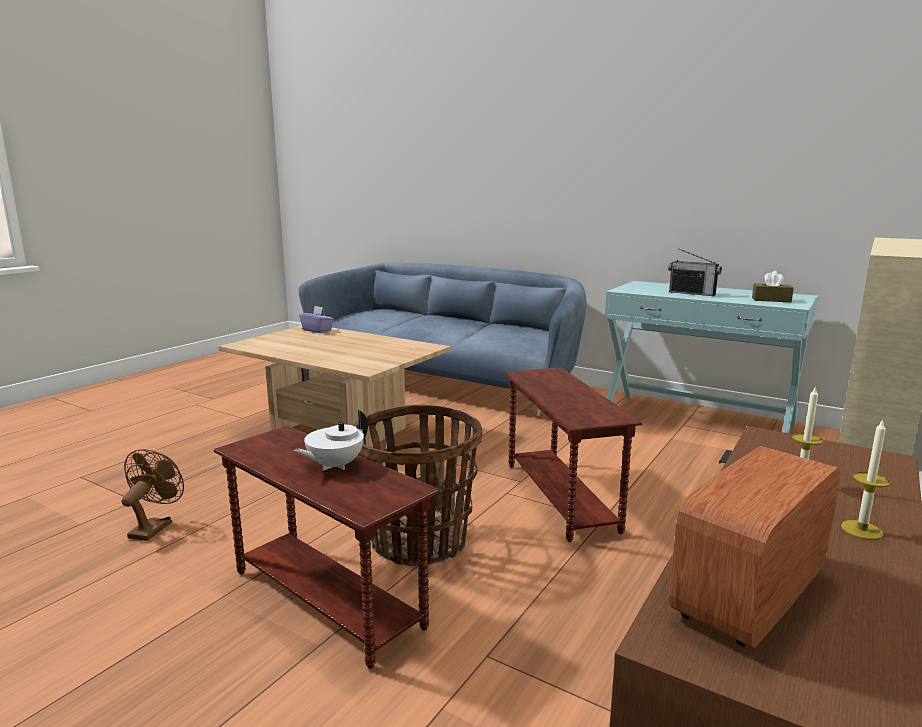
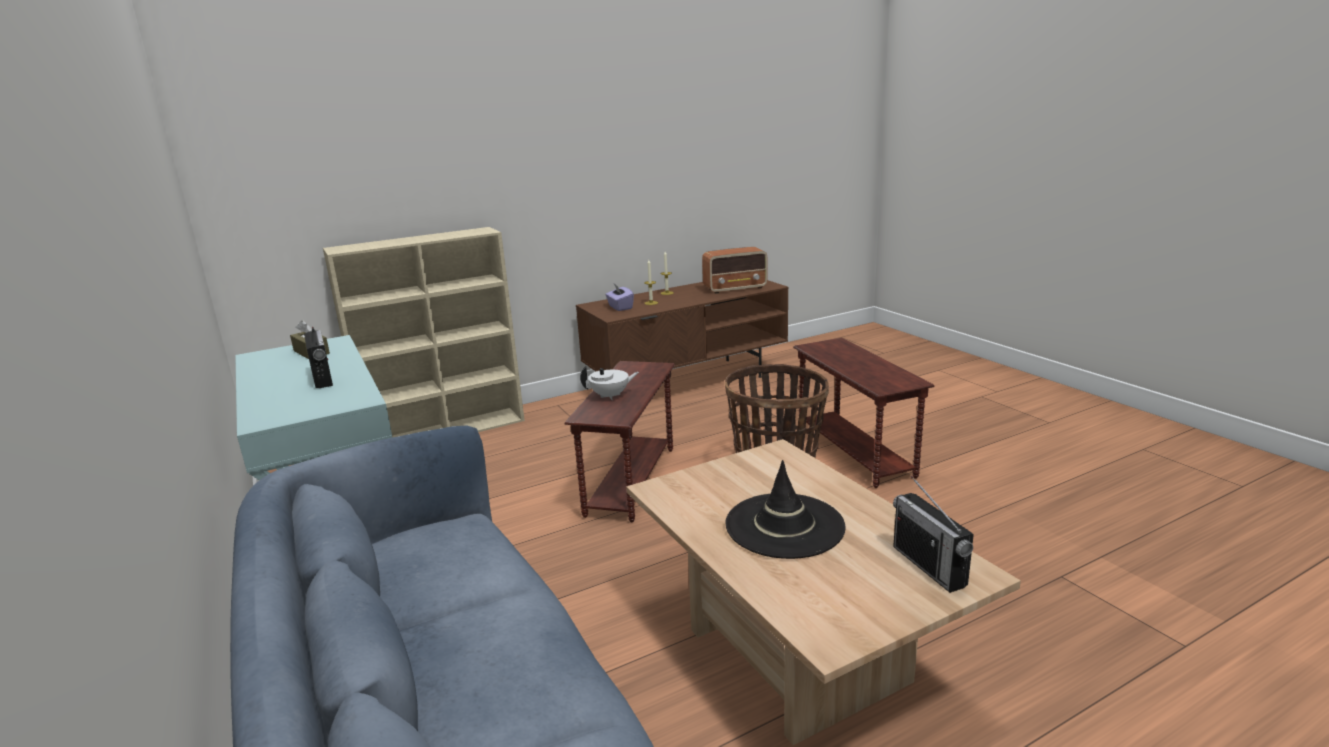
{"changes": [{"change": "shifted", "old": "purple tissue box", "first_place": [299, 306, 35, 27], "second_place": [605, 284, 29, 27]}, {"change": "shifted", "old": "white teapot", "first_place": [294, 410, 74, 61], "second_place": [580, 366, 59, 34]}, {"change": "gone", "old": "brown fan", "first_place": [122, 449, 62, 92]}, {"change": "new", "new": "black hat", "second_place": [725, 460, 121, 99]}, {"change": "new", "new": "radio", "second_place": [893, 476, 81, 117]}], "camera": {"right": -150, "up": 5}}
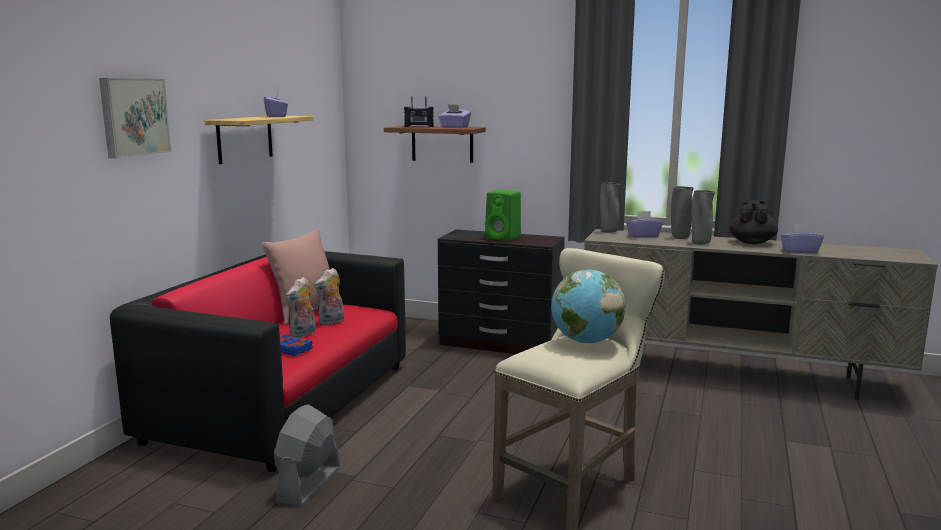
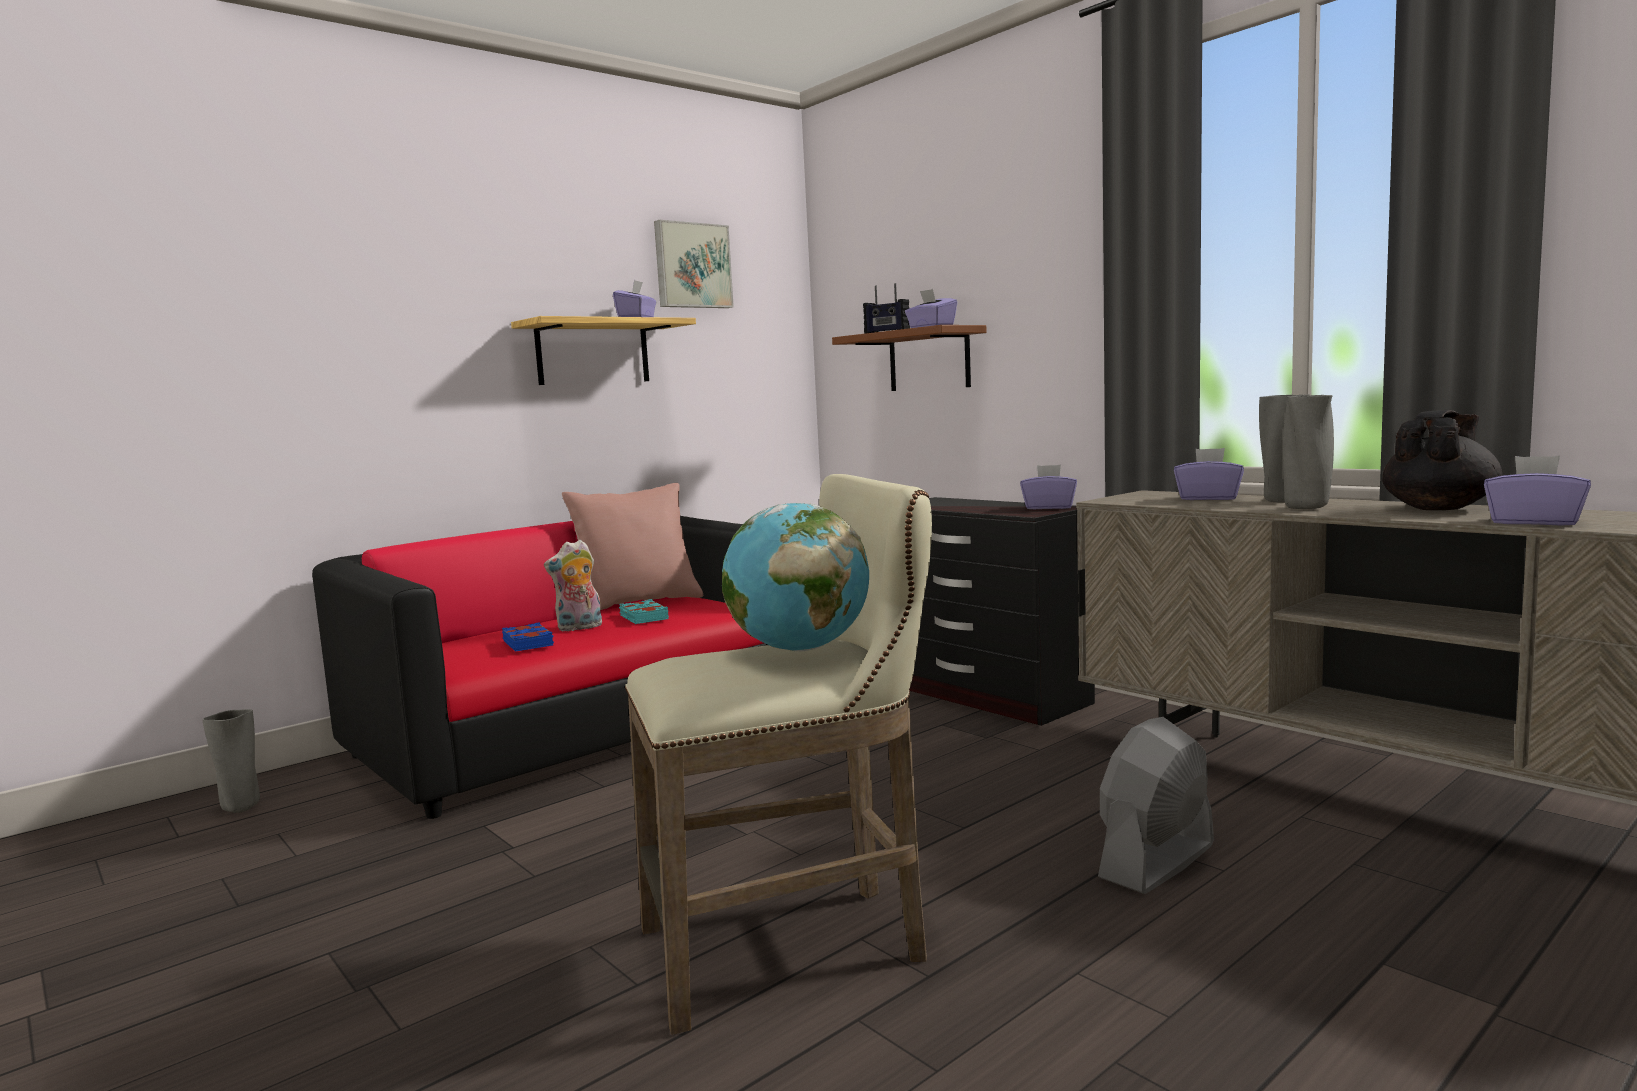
{"changes": [{"change": "shifted", "old": "picture", "first_place": [99, 78, 72, 80], "second_place": [654, 220, 80, 88]}, {"change": "shifted", "old": "grey vase", "first_place": [600, 182, 21, 51], "second_place": [202, 709, 58, 104]}, {"change": "gone", "old": "green speaker", "first_place": [485, 189, 36, 52]}, {"change": "swapped", "old": "plush toy", "new": "turquoise book", "first_place": [314, 268, 30, 58], "second_place": [619, 599, 50, 25]}, {"change": "shifted", "old": "grey fan", "first_place": [274, 404, 66, 103], "second_place": [1098, 717, 116, 177]}, {"change": "new", "new": "purple tissue box", "second_place": [1020, 465, 57, 44]}], "camera": {"right": 30, "up": -5}}
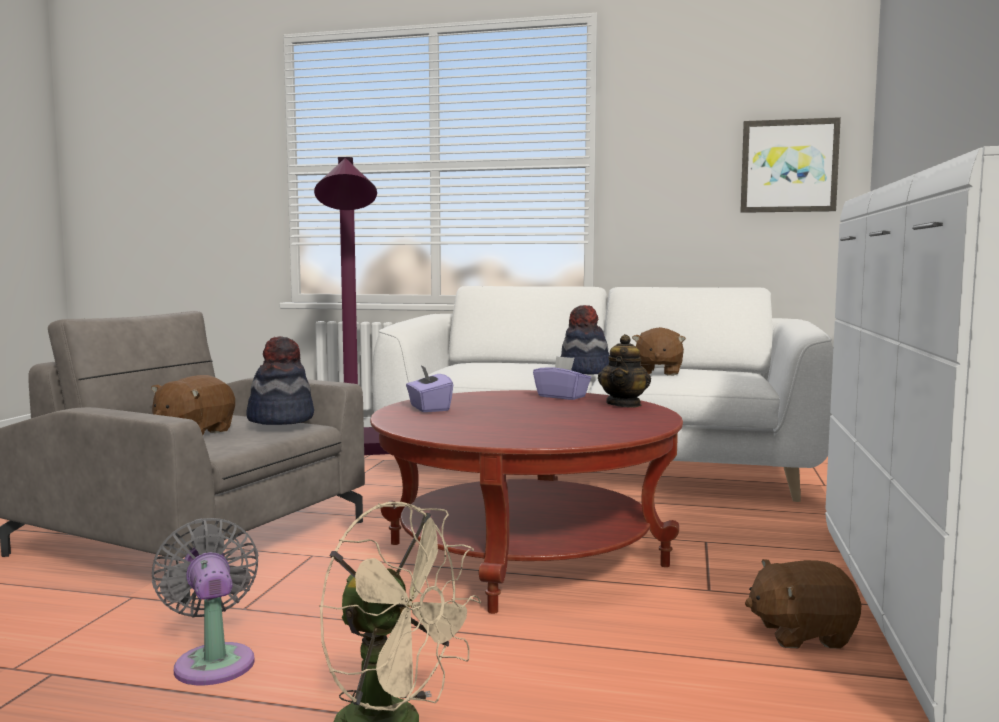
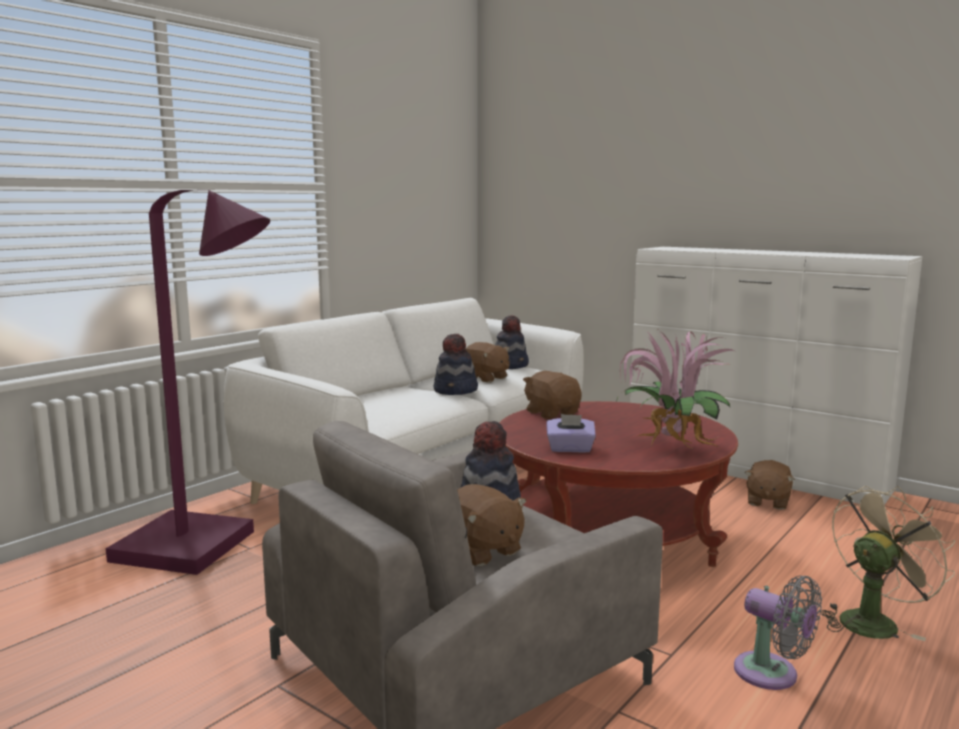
{"changes": [{"change": "gone", "old": "picture", "first_place": [740, 117, 101, 96]}, {"change": "gone", "old": "teapot", "first_place": [598, 334, 53, 73]}, {"change": "swapped", "old": "purple tissue box", "new": "brown plush toy", "first_place": [533, 356, 58, 44], "second_place": [523, 371, 59, 48]}, {"change": "rotated", "old": "grey fan", "first_place": [152, 518, 107, 167], "second_place": [734, 576, 88, 114], "degrees": -135}, {"change": "new", "new": "hat", "second_place": [495, 315, 34, 54]}, {"change": "new", "new": "potted plant", "second_place": [616, 330, 120, 118]}], "camera": {"right": -65, "up": 5}}
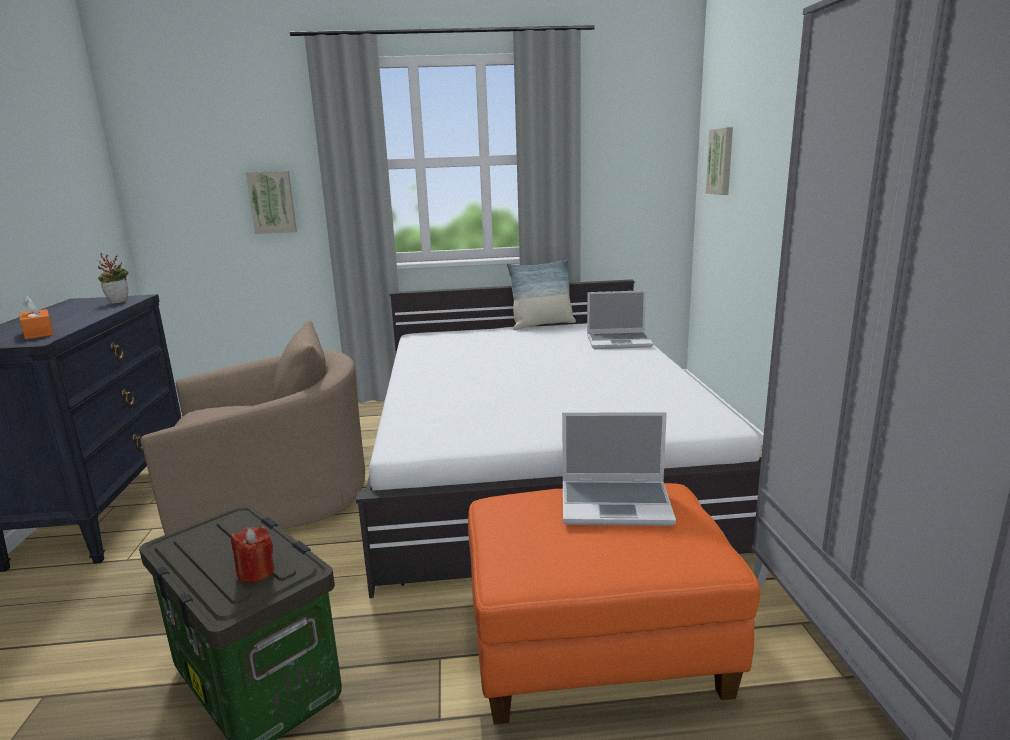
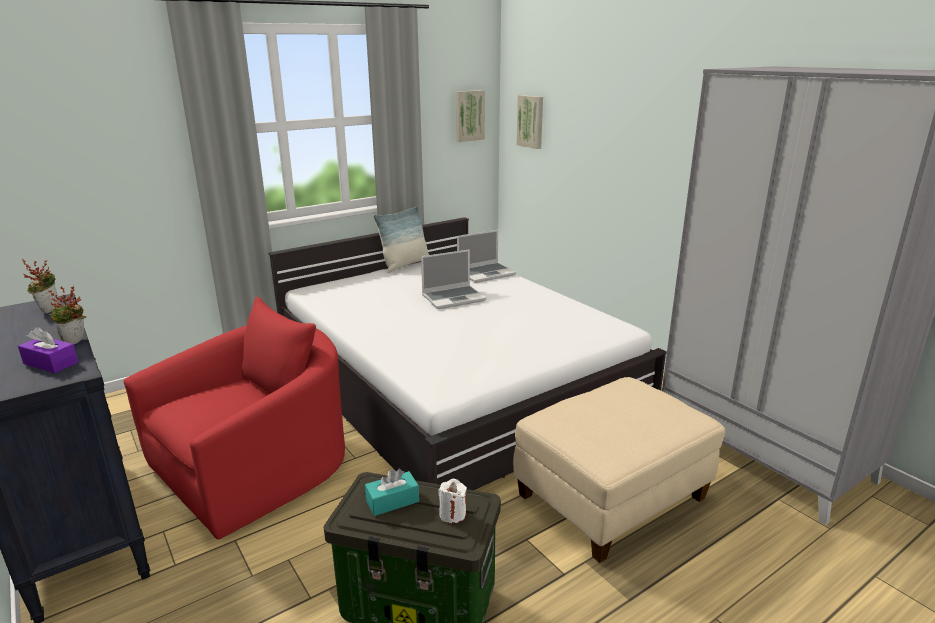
{"changes": [{"change": "shifted", "old": "picture", "first_place": [246, 171, 51, 63], "second_place": [456, 90, 29, 52]}, {"change": "repainted", "old": "orange tissue box", "new": "purple tissue box", "first_place": [19, 296, 35, 43], "second_place": [18, 327, 60, 46]}, {"change": "repainted", "old": "beige armchair", "new": "red armchair", "first_place": [140, 320, 225, 215], "second_place": [123, 297, 222, 242]}, {"change": "shifted", "old": "laptop", "first_place": [562, 412, 114, 114], "second_place": [421, 249, 65, 60]}, {"change": "repainted", "old": "orange ottoman", "new": "beige ottoman", "first_place": [468, 483, 292, 242], "second_place": [513, 377, 212, 186]}, {"change": "repainted", "old": "red candle", "new": "white candle", "first_place": [231, 526, 43, 57], "second_place": [438, 479, 29, 44]}, {"change": "new", "new": "potted plant", "second_place": [48, 286, 38, 58]}, {"change": "new", "new": "turquoise tissue box", "second_place": [365, 469, 54, 47]}], "camera": {"right": -30, "up": 5}}
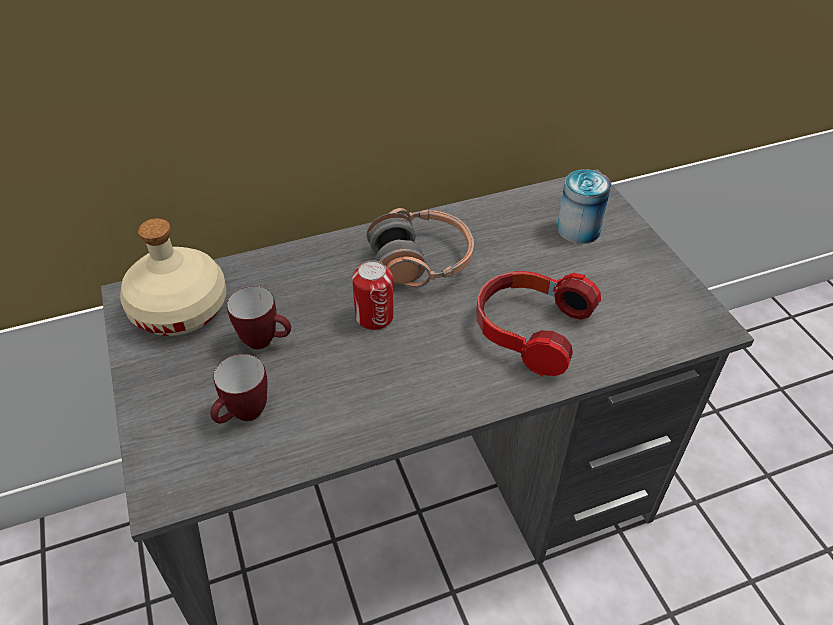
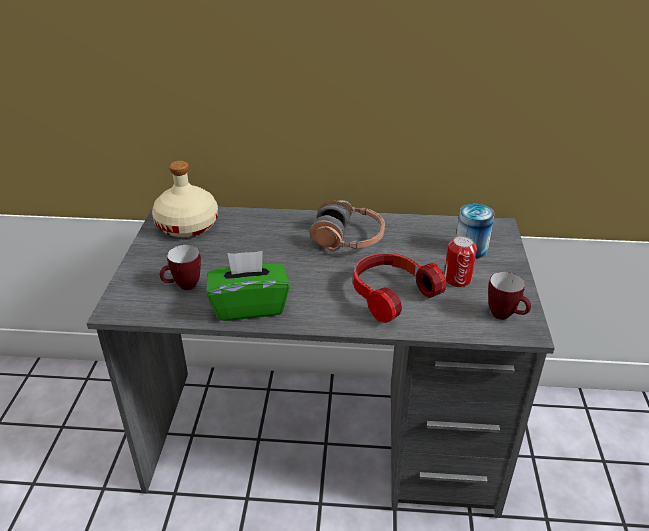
{"changes": [{"change": "shifted", "old": "can", "first_place": [352, 260, 42, 70], "second_place": [444, 236, 33, 51]}, {"change": "shifted", "old": "mug", "first_place": [227, 286, 64, 64], "second_place": [488, 272, 43, 48]}, {"change": "new", "new": "green tissue box", "second_place": [206, 251, 84, 70]}], "camera": {"right": 25, "up": -10}}
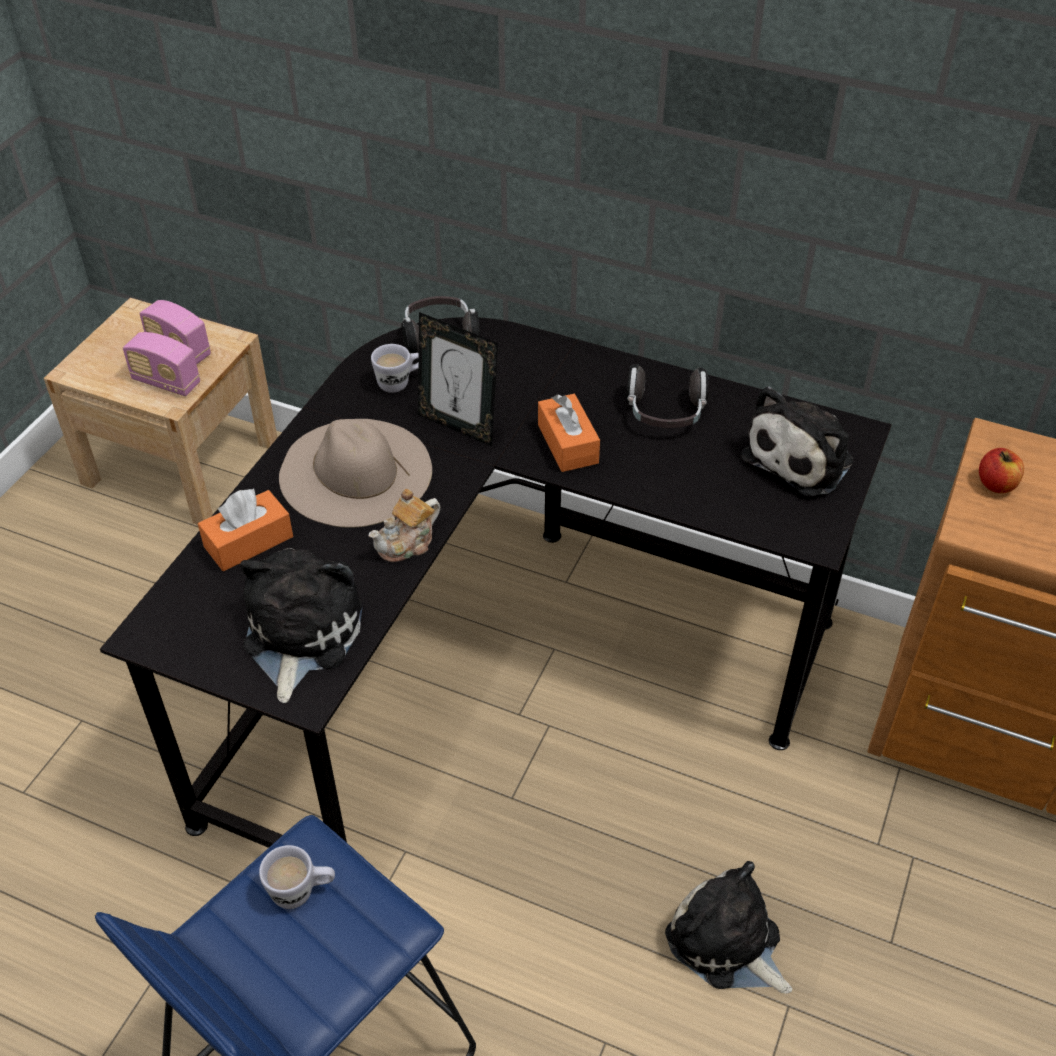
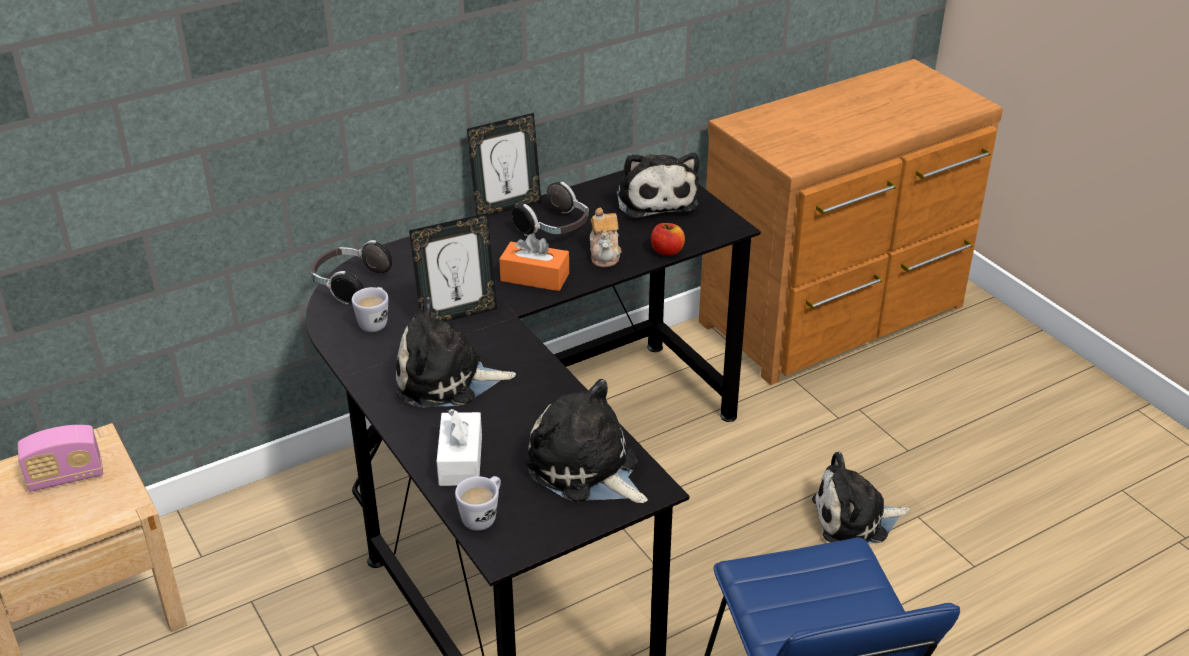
{"changes": [{"change": "gone", "old": "radio", "first_place": [123, 332, 77, 64]}, {"change": "swapped", "old": "beige hat", "new": "plush toy", "first_place": [279, 419, 153, 108], "second_place": [396, 297, 120, 110]}, {"change": "shifted", "old": "apple", "first_place": [979, 448, 45, 45], "second_place": [651, 223, 34, 33]}, {"change": "repainted", "old": "orange tissue box", "new": "white tissue box", "first_place": [198, 488, 95, 83], "second_place": [437, 409, 45, 77]}, {"change": "shifted", "old": "teapot", "first_place": [369, 489, 71, 73], "second_place": [590, 207, 32, 60]}, {"change": "shifted", "old": "white mug", "first_place": [259, 845, 76, 64], "second_place": [455, 476, 46, 55]}, {"change": "new", "new": "picture frame", "second_place": [467, 113, 74, 103]}], "camera": {"right": -55, "up": -10}}
